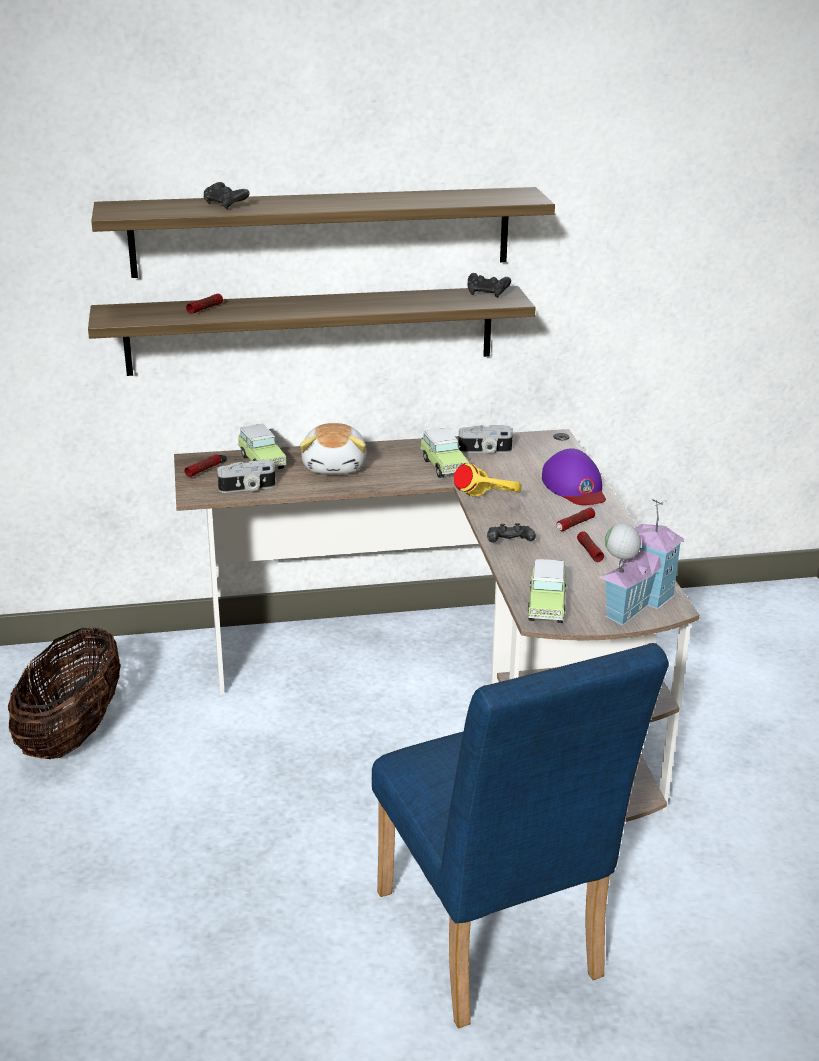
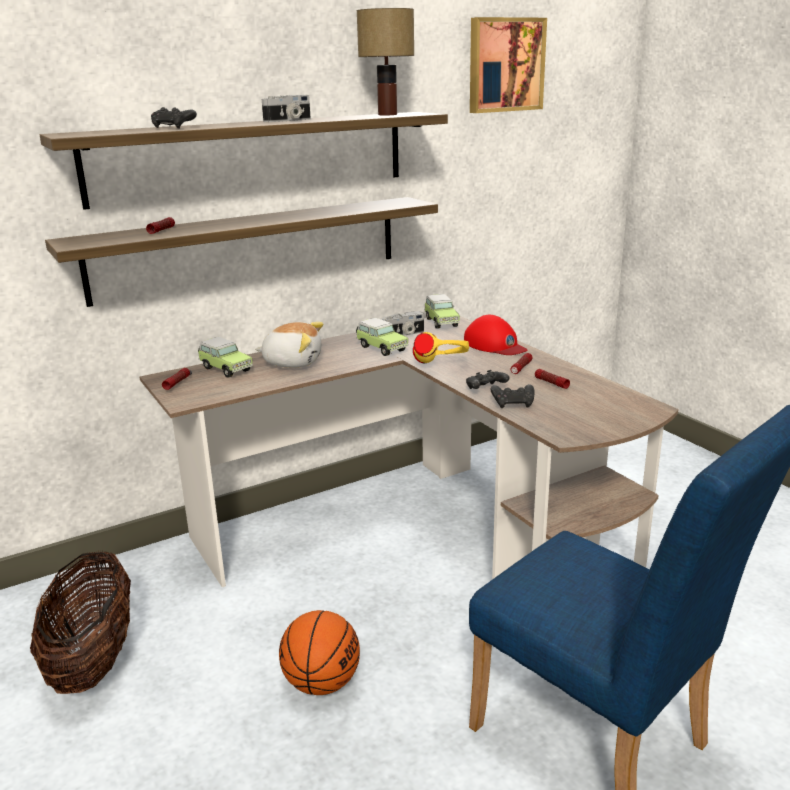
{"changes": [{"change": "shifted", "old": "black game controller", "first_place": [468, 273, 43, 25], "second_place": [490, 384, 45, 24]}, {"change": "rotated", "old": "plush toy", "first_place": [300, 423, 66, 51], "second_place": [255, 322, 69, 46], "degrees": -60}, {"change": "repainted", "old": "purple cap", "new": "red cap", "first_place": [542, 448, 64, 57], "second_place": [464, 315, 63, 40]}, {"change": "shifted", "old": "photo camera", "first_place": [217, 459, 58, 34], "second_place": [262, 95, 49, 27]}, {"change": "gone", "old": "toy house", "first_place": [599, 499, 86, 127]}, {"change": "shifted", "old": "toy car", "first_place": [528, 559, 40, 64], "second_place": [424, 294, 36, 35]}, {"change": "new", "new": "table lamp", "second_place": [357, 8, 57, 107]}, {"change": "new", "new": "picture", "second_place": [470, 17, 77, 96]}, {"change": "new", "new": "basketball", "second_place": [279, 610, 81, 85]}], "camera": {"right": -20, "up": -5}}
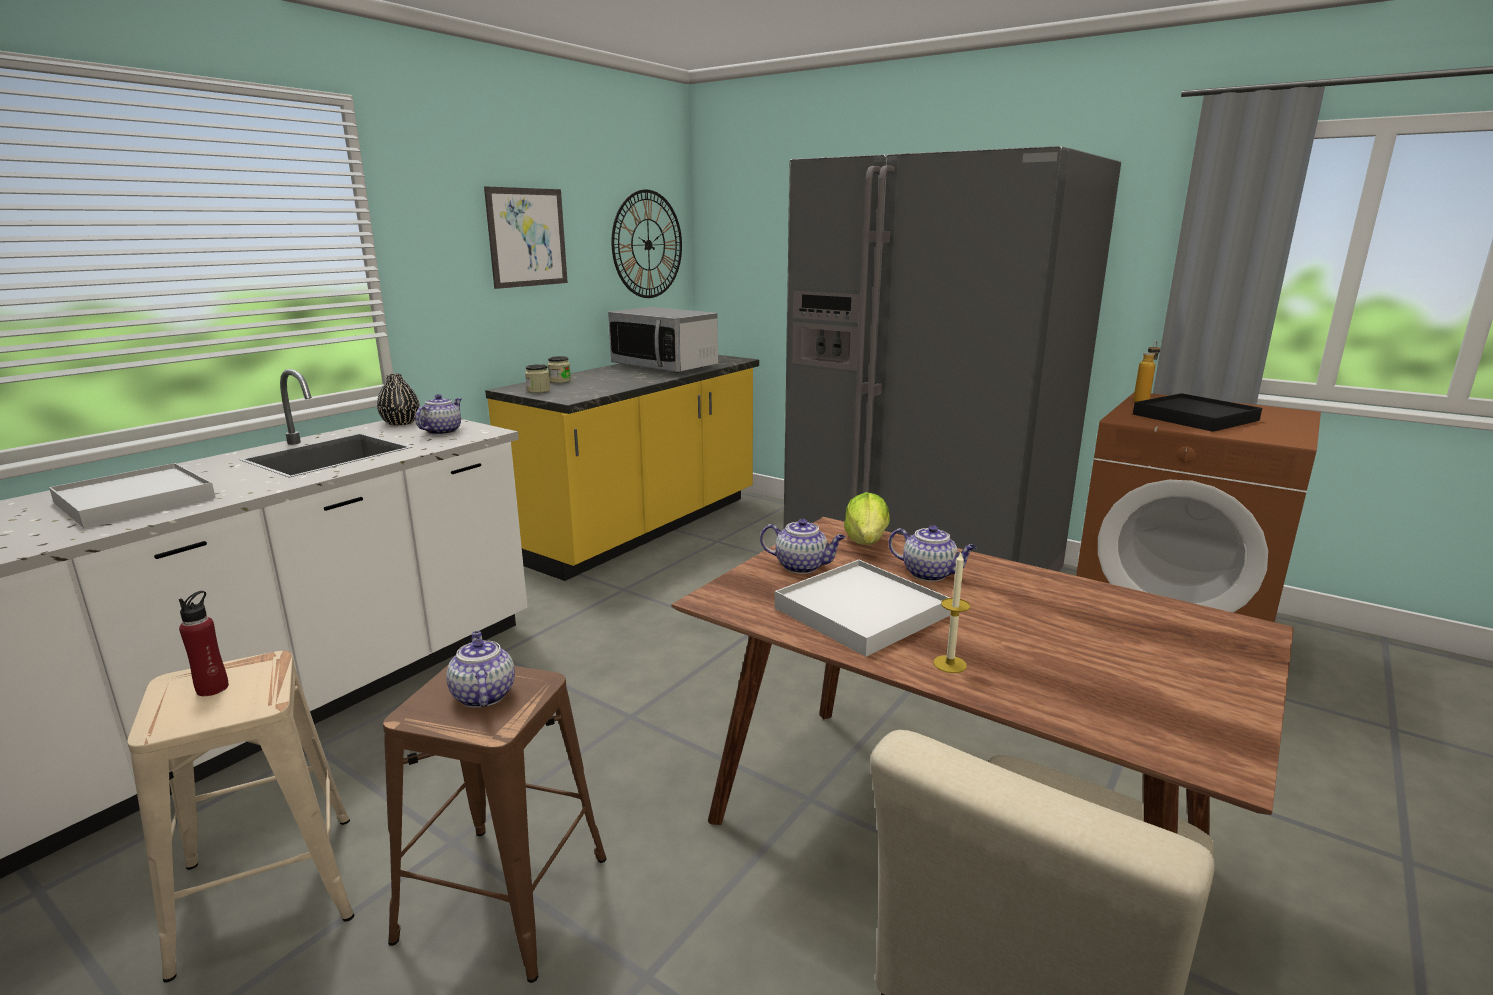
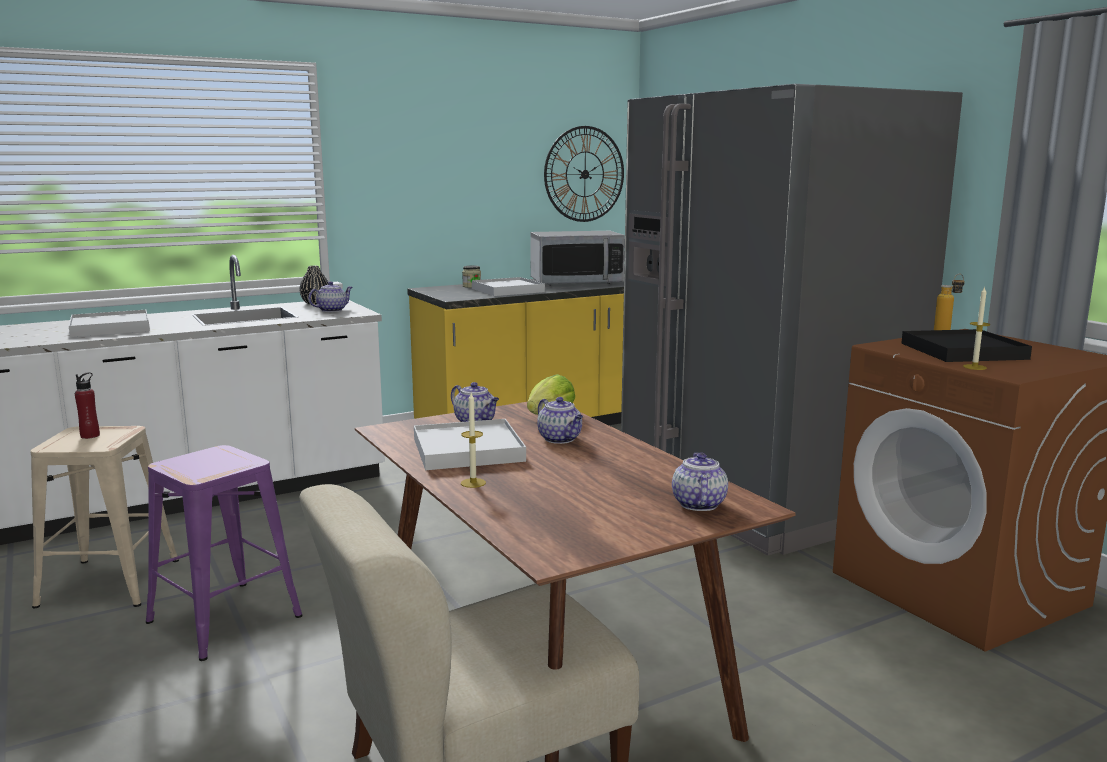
{"changes": [{"change": "gone", "old": "picture", "first_place": [484, 186, 84, 103]}, {"change": "rotated", "old": "microwave", "first_place": [608, 307, 110, 66], "second_place": [530, 231, 95, 55], "degrees": -75}, {"change": "gone", "old": "jar", "first_place": [525, 364, 25, 29]}, {"change": "shifted", "old": "teapot", "first_place": [446, 631, 69, 77], "second_place": [672, 452, 56, 59]}, {"change": "repainted", "old": "brown stool", "new": "purple stool", "first_place": [383, 665, 223, 318], "second_place": [146, 445, 157, 216]}, {"change": "new", "new": "white tray", "second_place": [472, 277, 73, 19]}, {"change": "new", "new": "candle", "second_place": [963, 286, 27, 84]}], "camera": {"right": 25, "up": -5}}
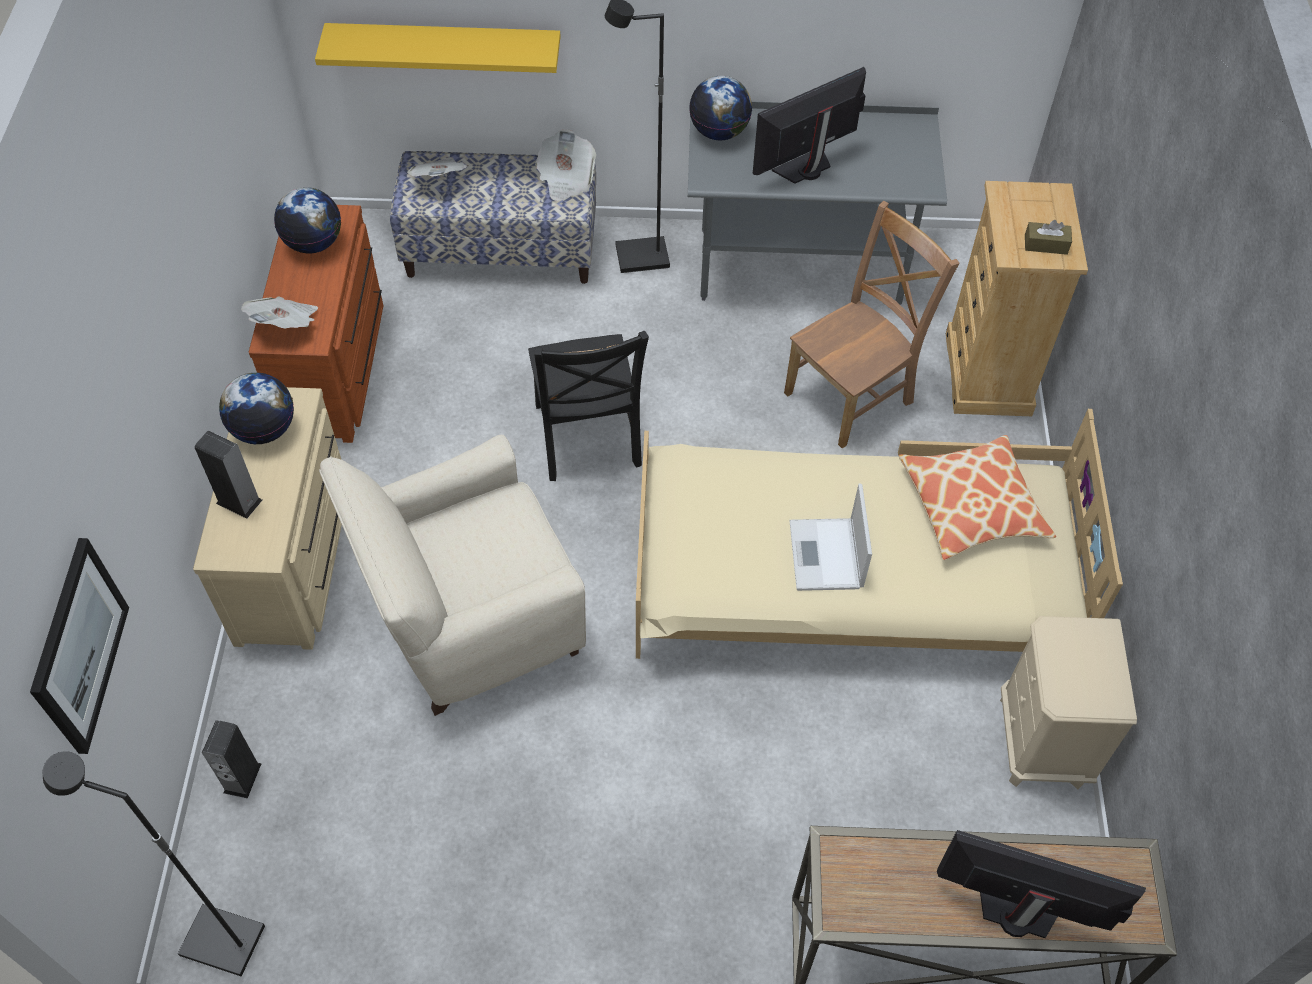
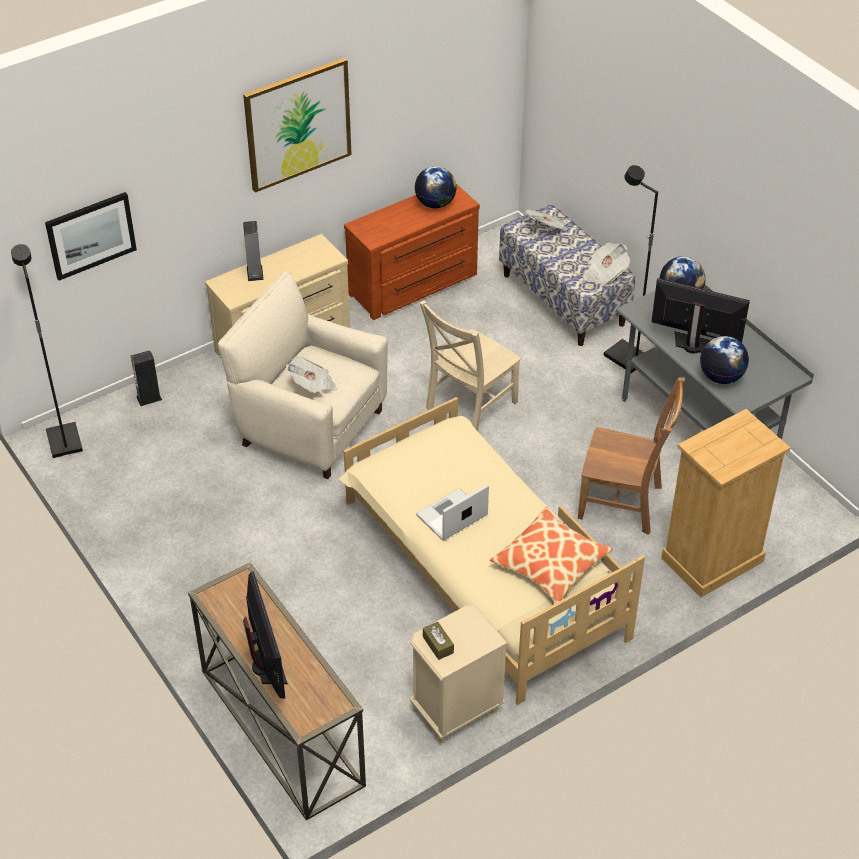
{"changes": [{"change": "gone", "old": "yellow shelf", "first_place": [315, 23, 246, 50]}, {"change": "shifted", "old": "brown tissue box", "first_place": [1025, 220, 47, 35], "second_place": [423, 622, 31, 38]}, {"change": "shifted", "old": "newspaper", "first_place": [241, 296, 77, 33], "second_place": [286, 357, 51, 36]}, {"change": "repainted", "old": "black chair", "new": "beige chair", "first_place": [528, 331, 121, 150], "second_place": [419, 300, 102, 131]}, {"change": "shifted", "old": "globe", "first_place": [219, 373, 75, 71], "second_place": [700, 336, 49, 48]}, {"change": "new", "new": "picture", "second_place": [243, 58, 109, 135]}], "camera": {"right": 55, "up": -10}}
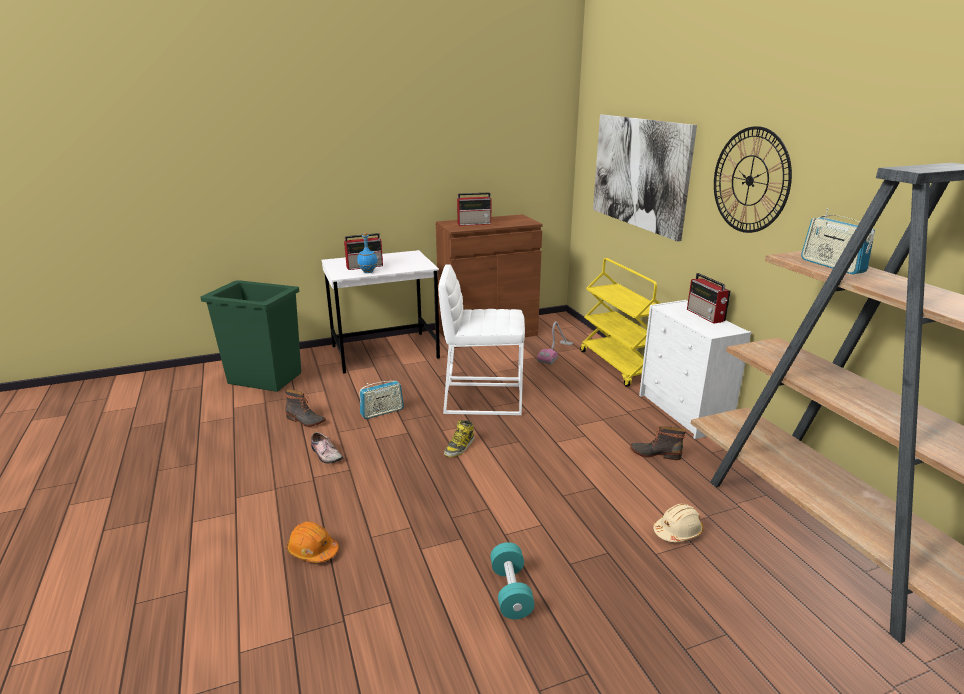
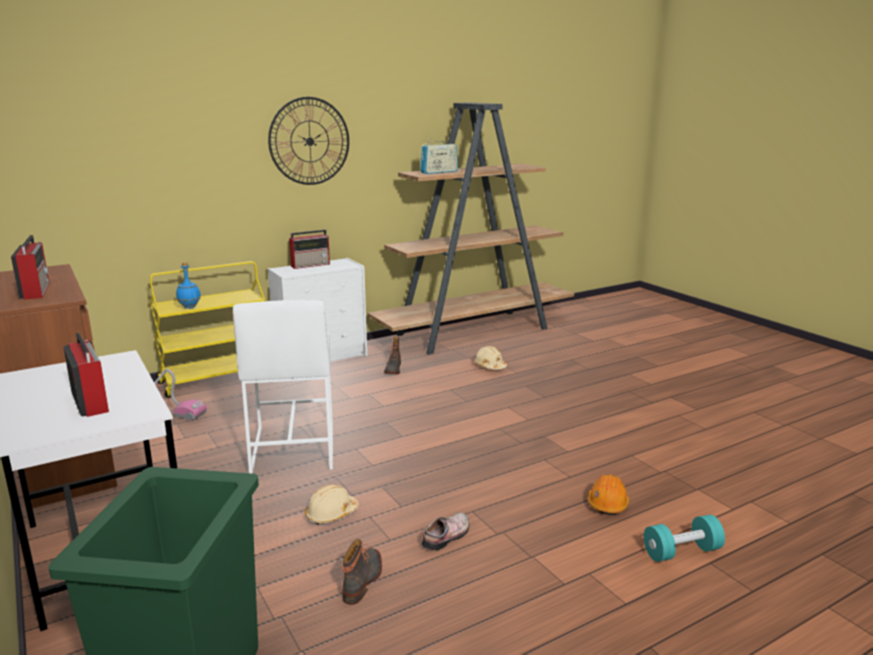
{"changes": [{"change": "gone", "old": "picture", "first_place": [593, 114, 104, 128]}, {"change": "shifted", "old": "blue bottle", "first_place": [357, 232, 21, 41], "second_place": [176, 262, 25, 47]}, {"change": "swapped", "old": "radio", "new": "beige hard hat", "first_place": [360, 381, 44, 38], "second_place": [305, 484, 54, 41]}, {"change": "gone", "old": "boot", "first_place": [444, 420, 31, 37]}, {"change": "shifted", "old": "turquoise dumbbell", "first_place": [490, 542, 45, 77], "second_place": [644, 515, 81, 47]}], "camera": {"right": -100, "up": -5}}
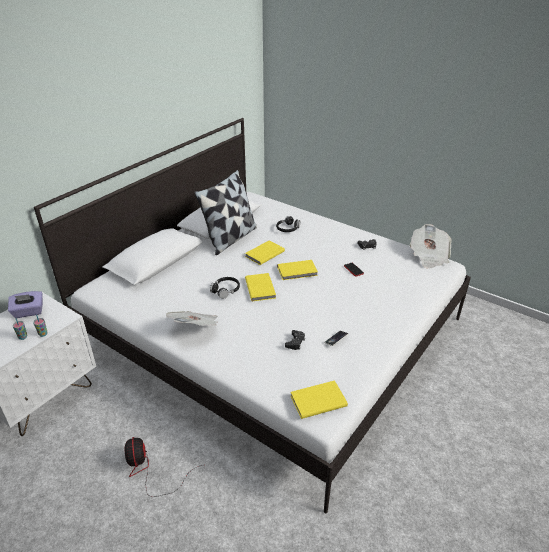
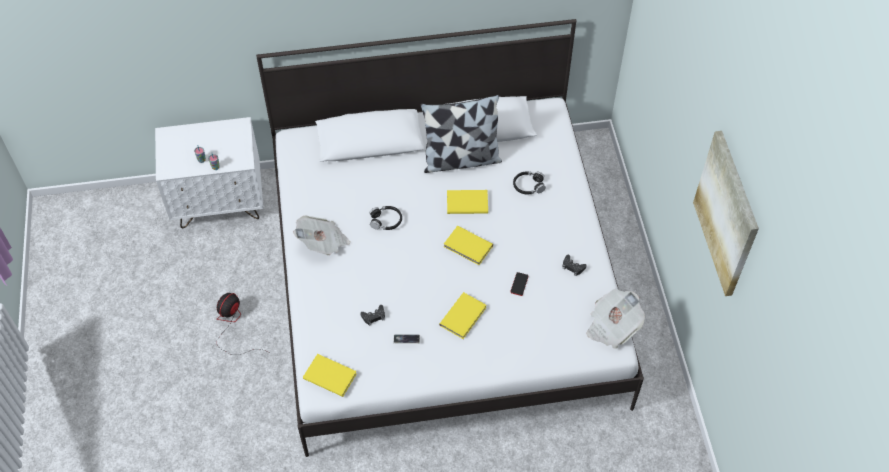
{"changes": [{"change": "shifted", "old": "yellow book", "first_place": [245, 273, 31, 28], "second_place": [439, 292, 48, 47]}, {"change": "gone", "old": "purple tissue box", "first_place": [8, 291, 35, 27]}, {"change": "new", "new": "picture", "second_place": [693, 131, 66, 165]}], "camera": {"right": 45, "up": 20}}
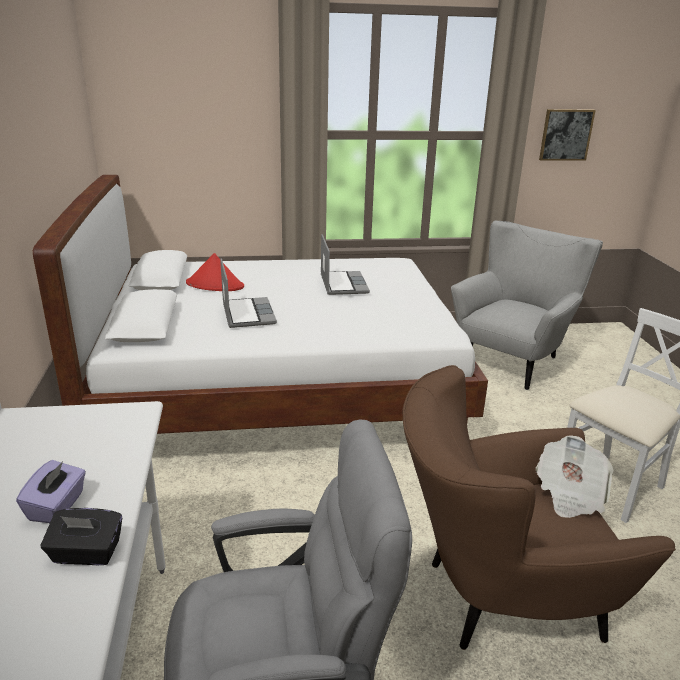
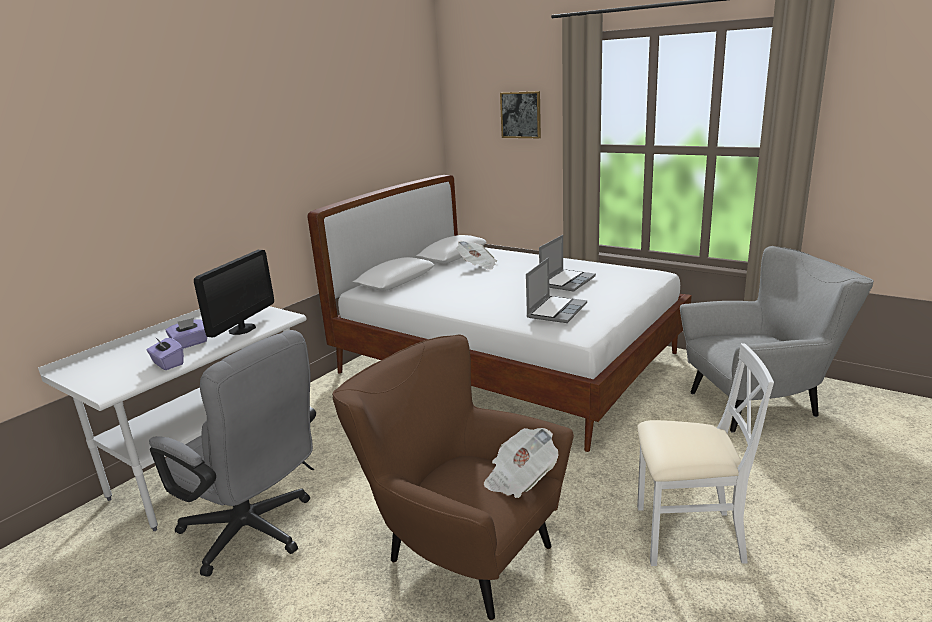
{"changes": [{"change": "shifted", "old": "picture", "first_place": [539, 109, 57, 52], "second_place": [500, 91, 41, 47]}, {"change": "swapped", "old": "red hat", "new": "newspaper", "first_place": [186, 253, 58, 38], "second_place": [456, 241, 41, 29]}, {"change": "shifted", "old": "laptop", "first_place": [220, 258, 57, 70], "second_place": [526, 257, 61, 66]}, {"change": "repainted", "old": "black tissue box", "new": "purple tissue box", "first_place": [41, 508, 81, 57], "second_place": [146, 338, 38, 32]}, {"change": "new", "new": "monitor", "second_place": [194, 250, 80, 87]}], "camera": {"right": 45, "up": -5}}
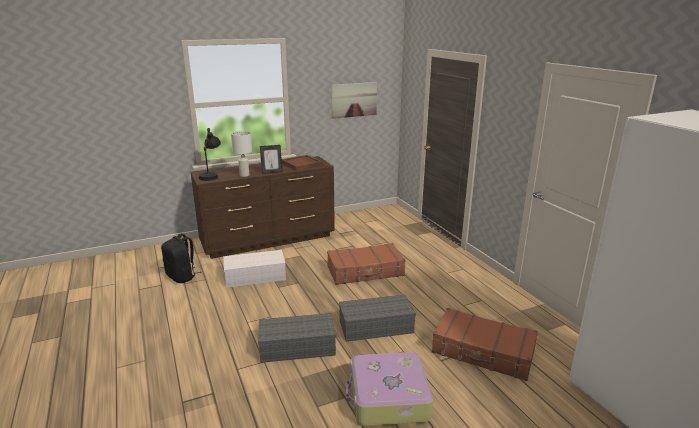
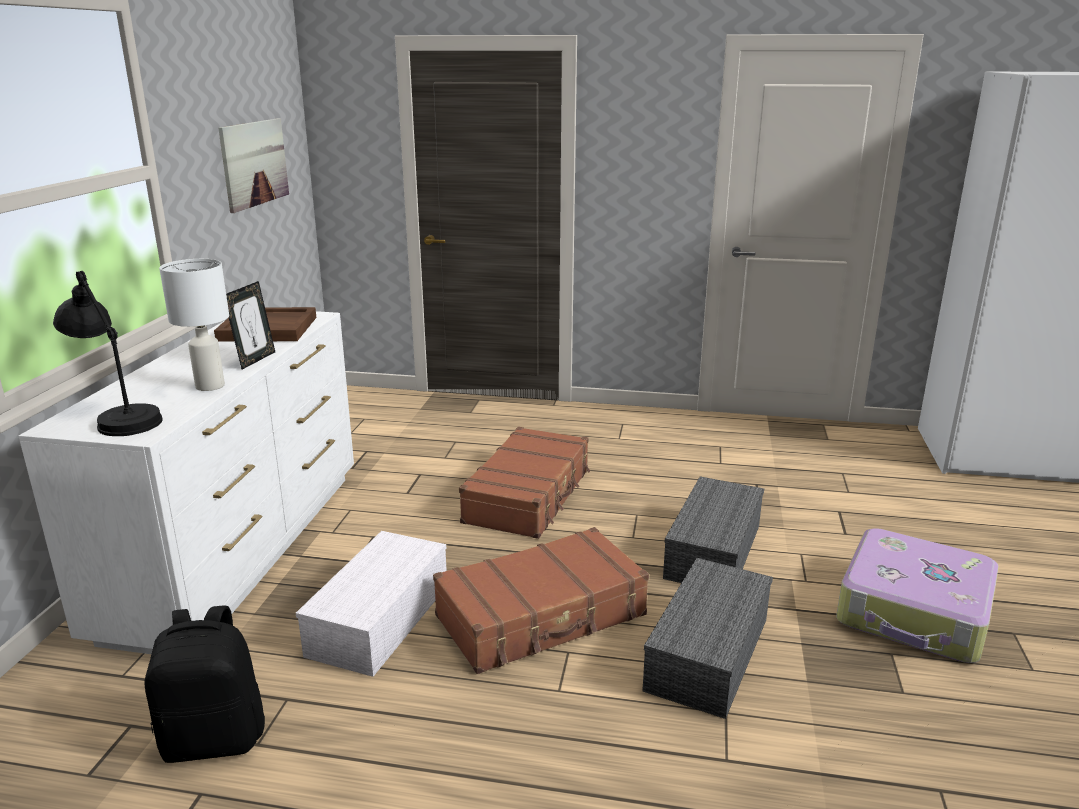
{"changes": [{"change": "repainted", "old": "brown dresser", "new": "white dresser", "first_place": [190, 156, 145, 103], "second_place": [19, 311, 335, 343]}, {"change": "shifted", "old": "brown suitcase", "first_place": [432, 308, 106, 73], "second_place": [433, 527, 216, 147]}], "camera": {"right": -55, "up": 0}}
